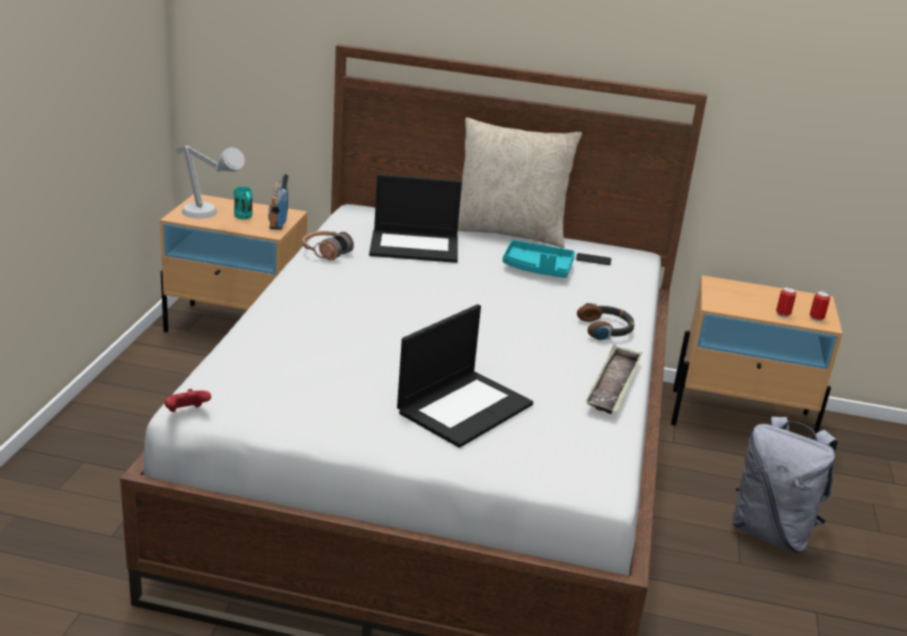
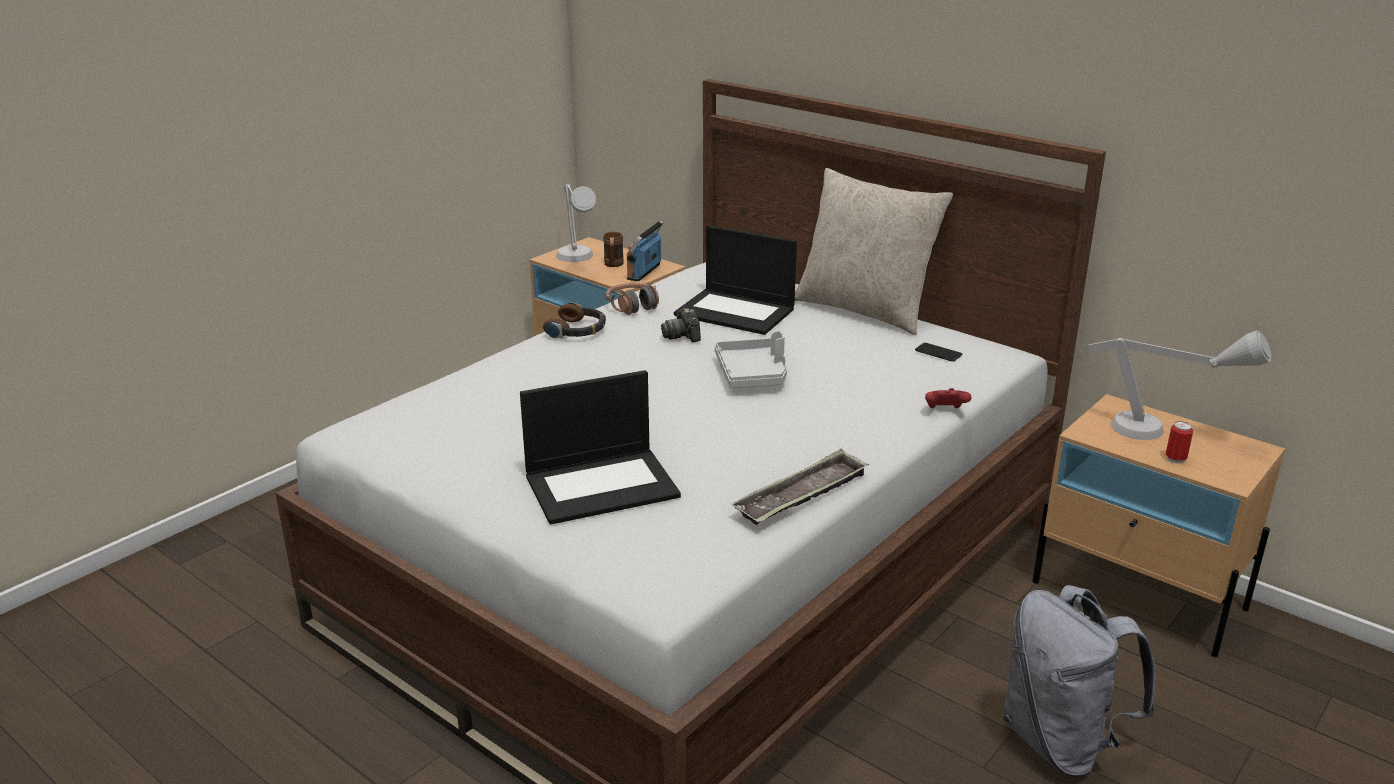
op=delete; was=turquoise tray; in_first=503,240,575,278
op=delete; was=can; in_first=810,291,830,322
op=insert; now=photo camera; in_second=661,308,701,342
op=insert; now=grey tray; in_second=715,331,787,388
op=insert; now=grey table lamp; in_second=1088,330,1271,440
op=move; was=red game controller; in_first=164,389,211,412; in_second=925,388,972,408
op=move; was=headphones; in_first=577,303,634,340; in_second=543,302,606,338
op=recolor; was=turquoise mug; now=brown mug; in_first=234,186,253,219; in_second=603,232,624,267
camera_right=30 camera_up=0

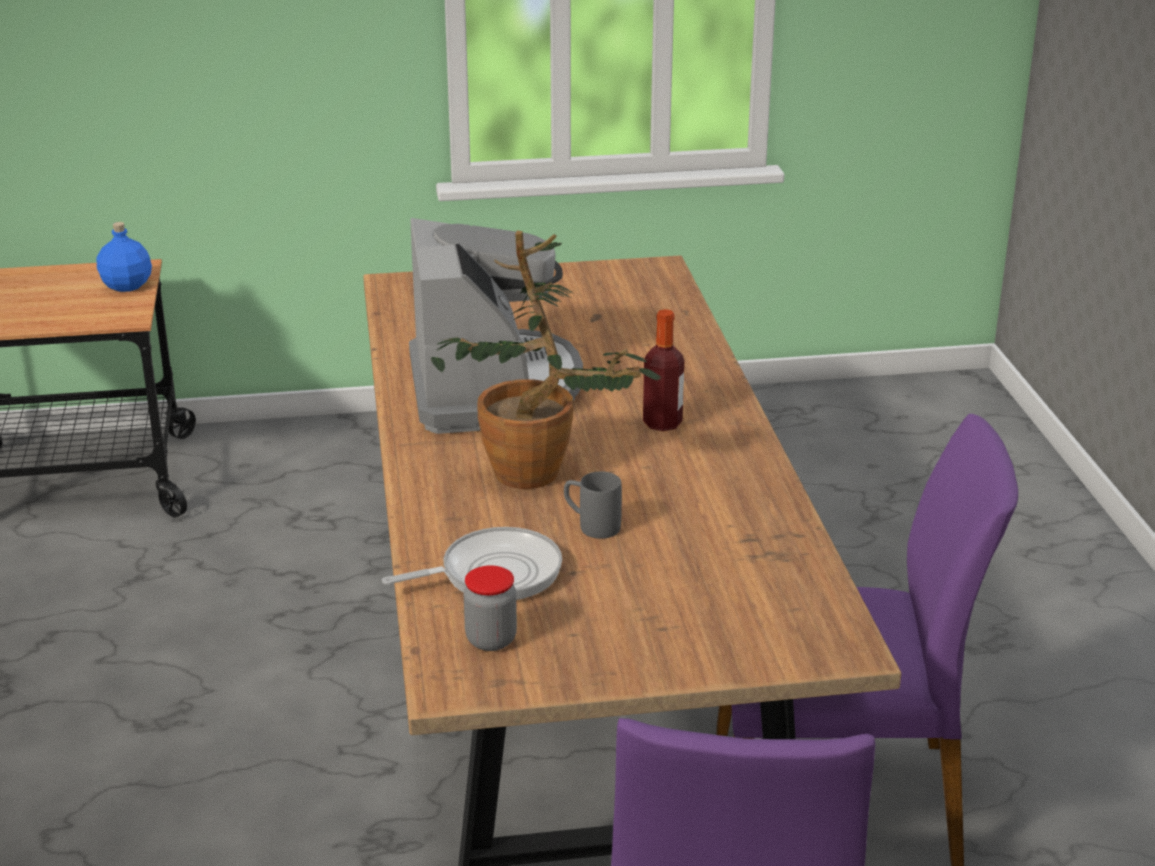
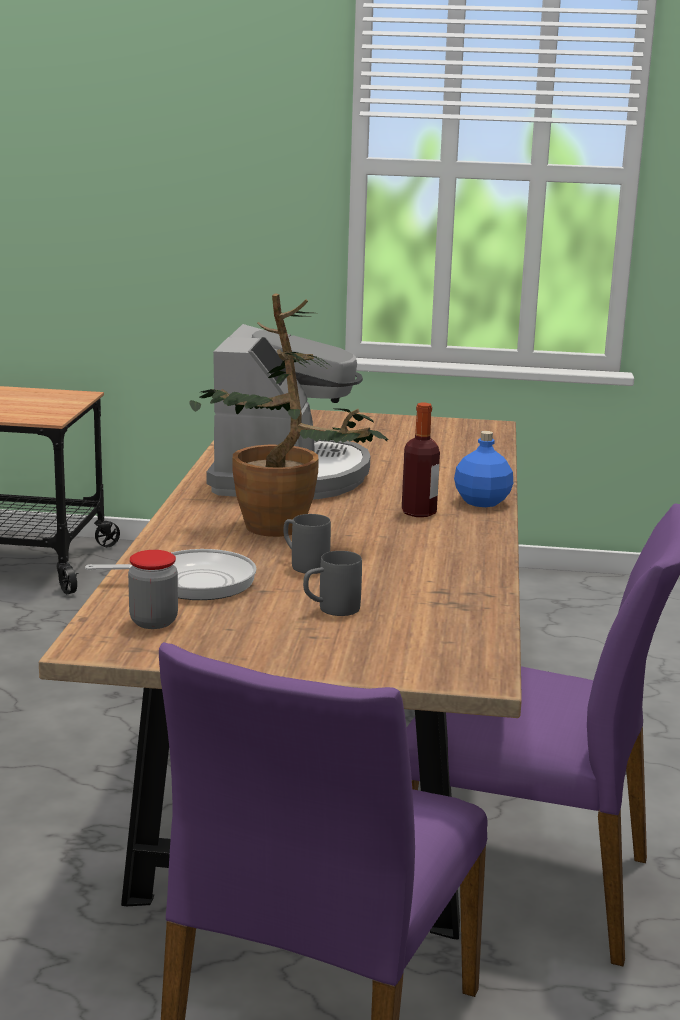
op=insert; now=grey mug; in_second=303,551,362,616
op=move; was=blue bottle; in_first=97,222,152,292; in_second=454,431,513,507
camera_right=15 camera_up=-10

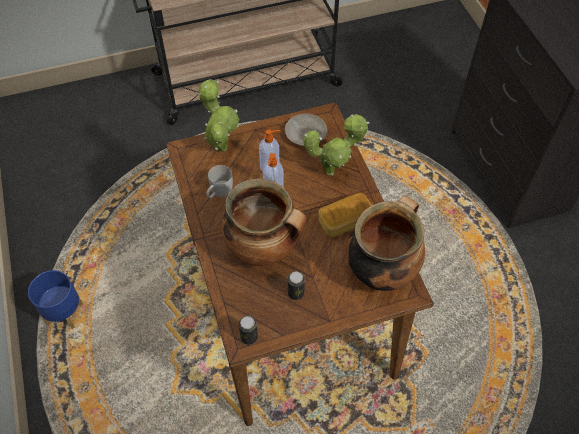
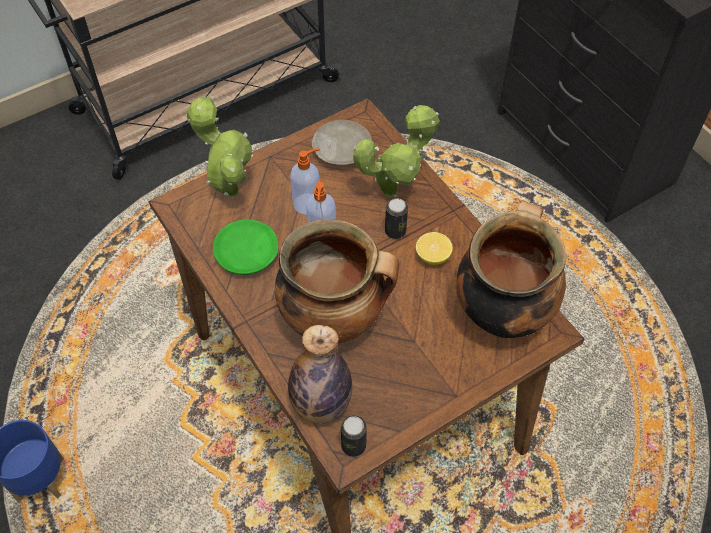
op=insert; now=bottle; in_second=288,325,352,424
op=move; was=can; in_first=288,271,305,300; in_second=385,199,408,239
op=replace; was=white mug; now=green plate; in_first=206,165,233,198; in_second=213,219,278,275
op=replace; was=bread; now=lemon; in_first=318,193,372,237; in_second=416,232,453,265
camera_right=-15 camera_up=0

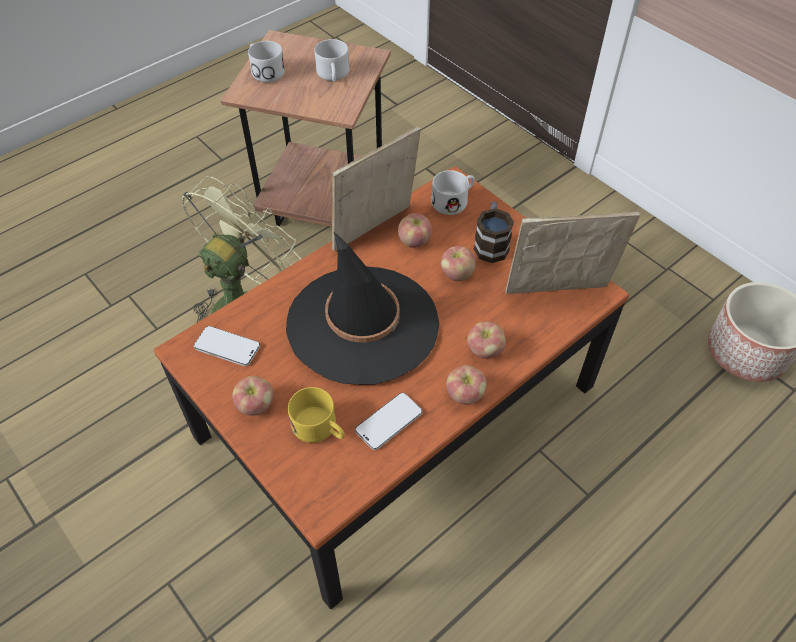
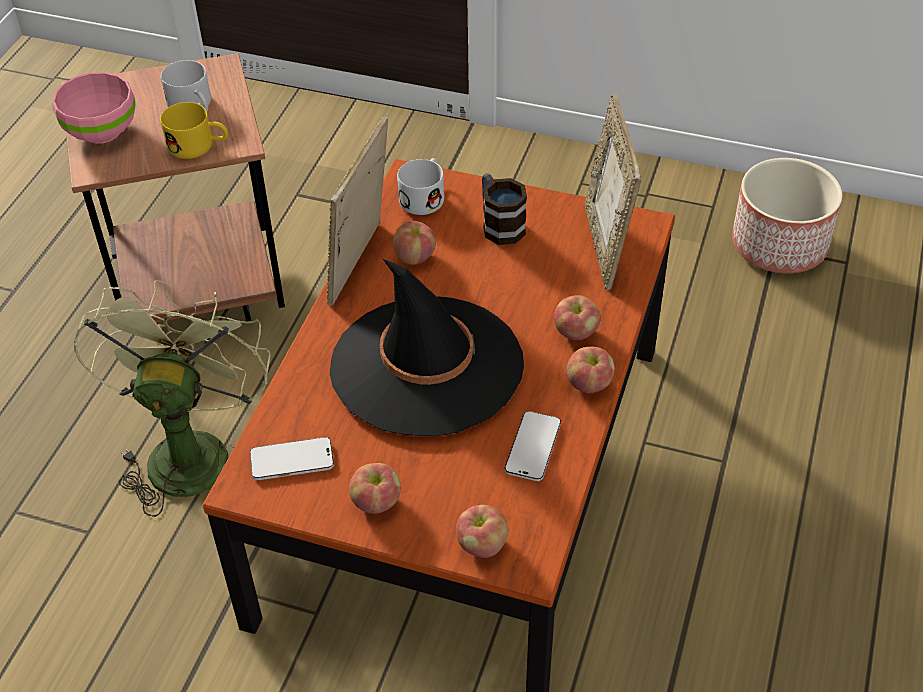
op=move; was=yellow mug; in_first=288,387,345,443; in_second=160,102,228,159
op=move; was=apple; in_first=441,246,476,282; in_second=456,505,509,558
op=replace; was=white mug; now=pink bowl; in_first=248,41,285,82; in_second=52,72,136,144
op=rotate; was=picture frame; in_first=505,212,640,294; in_second=585,93,641,290; clockwise=-60
camera_right=-30 camera_up=-5

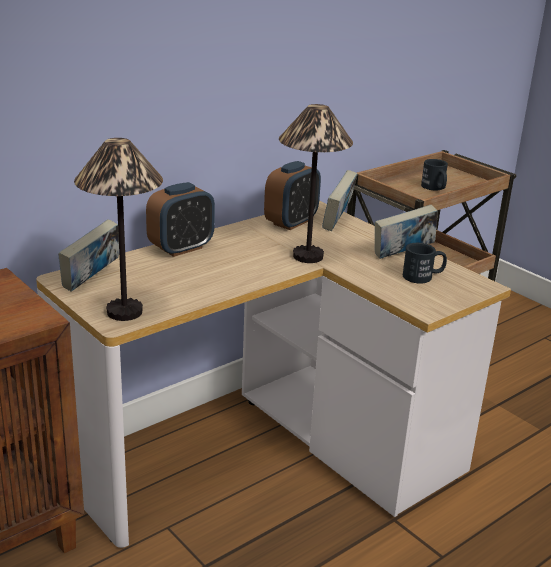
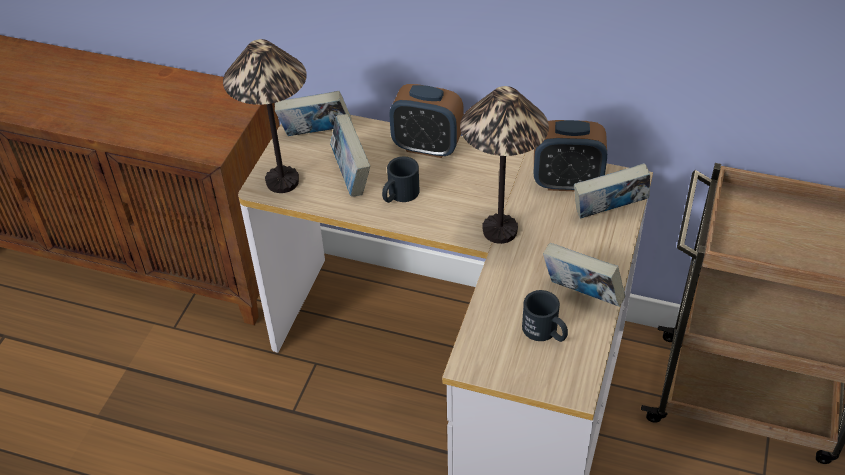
op=insert; now=book; in_second=330,114,370,197
op=move; was=black mug; in_first=421,159,448,191; in_second=382,157,420,203
camera_right=60 camera_up=20

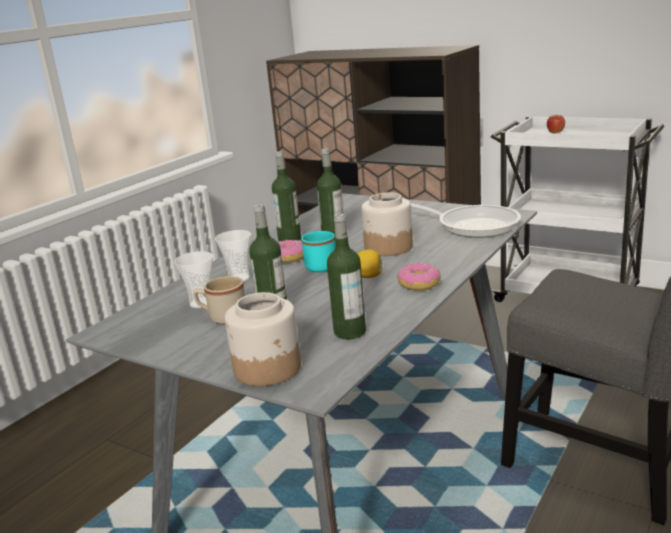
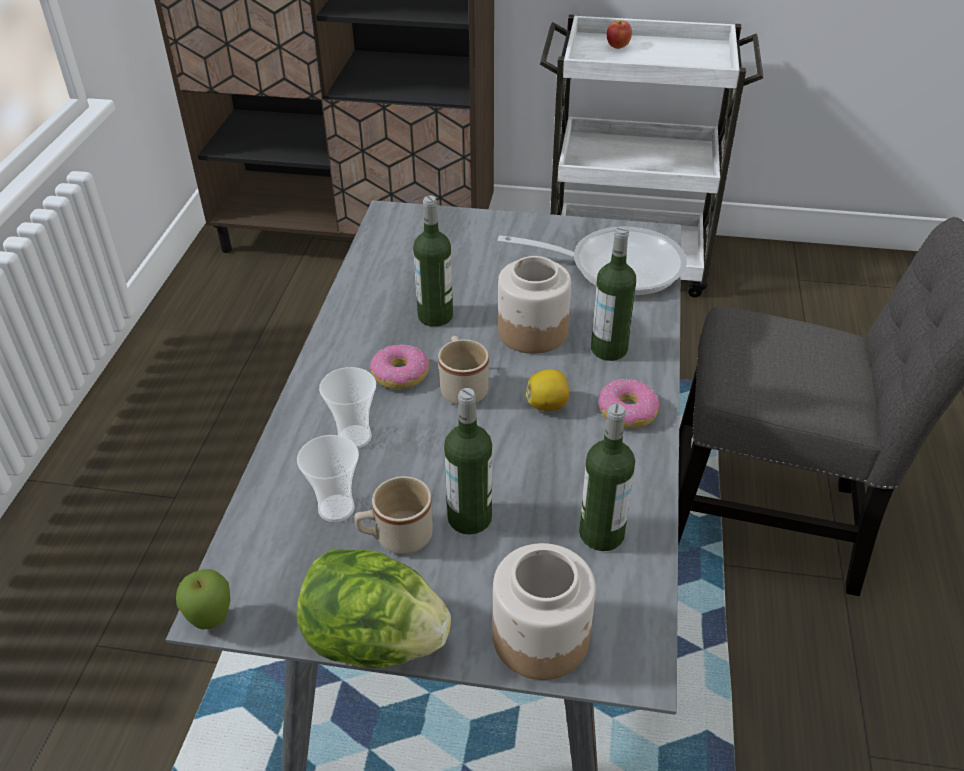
op=insert; now=apple; in_second=176,569,231,630
op=insert; now=lettuce; in_second=296,548,451,668
op=move; was=bottle; in_first=272,151,301,242; in_second=591,226,636,361
op=recolor; was=turquoise mug; now=beige mug; in_first=301,231,336,272; in_second=438,336,489,405
camera_right=-25 camera_up=20

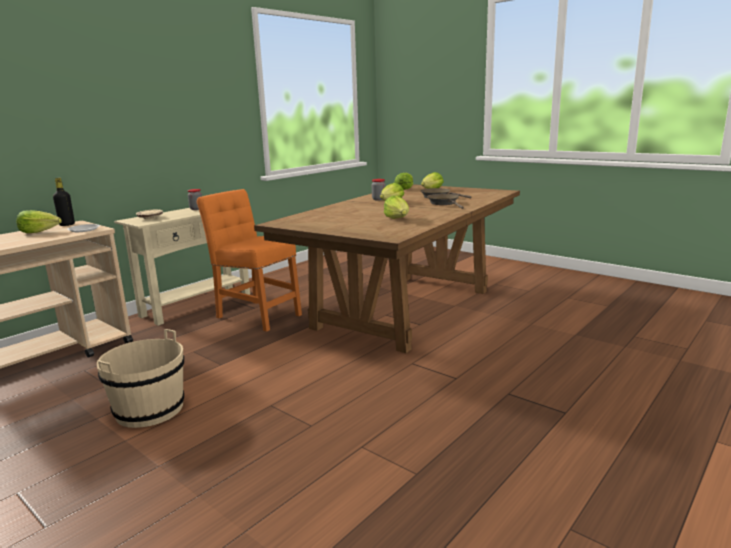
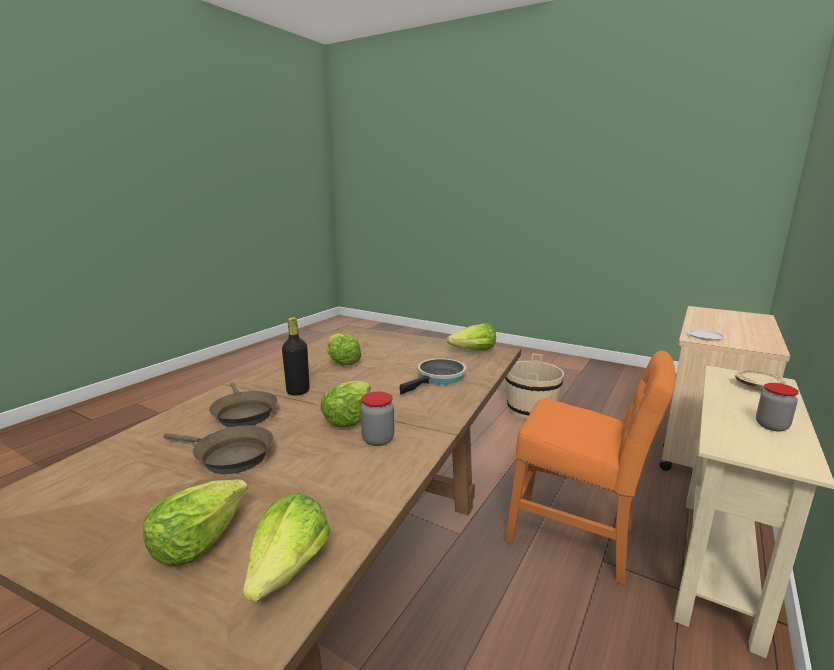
op=insert; now=frying pan; in_second=400,358,466,394
op=move; was=lettuce; in_first=16,210,62,233; in_second=447,323,496,351
op=move; was=black bottle; in_first=53,178,75,226; in_second=282,317,310,396
camera_right=170 camera_up=0

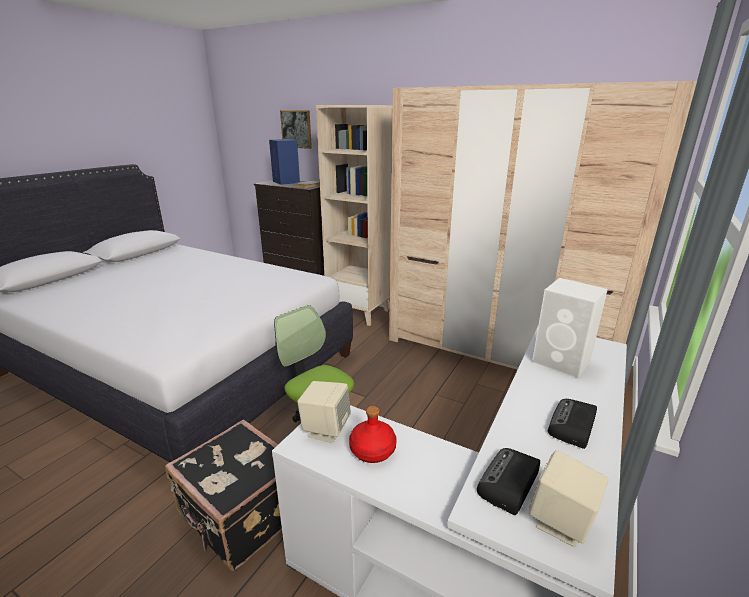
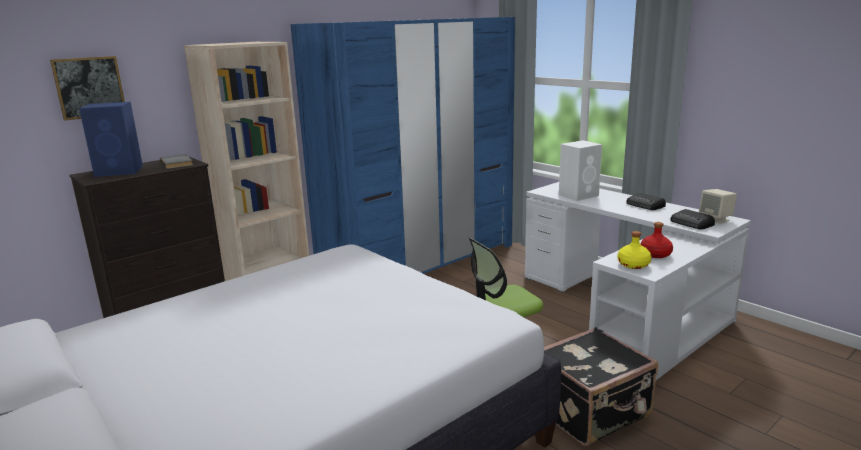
op=replace; was=beige speaker; now=yellow bottle; in_first=297,381,351,443; in_second=617,231,652,269
op=recolor; was=beige wardrobe; now=blue wardrobe; in_first=389,81,697,370; in_second=290,17,515,274
camera_right=-70 camera_up=-5

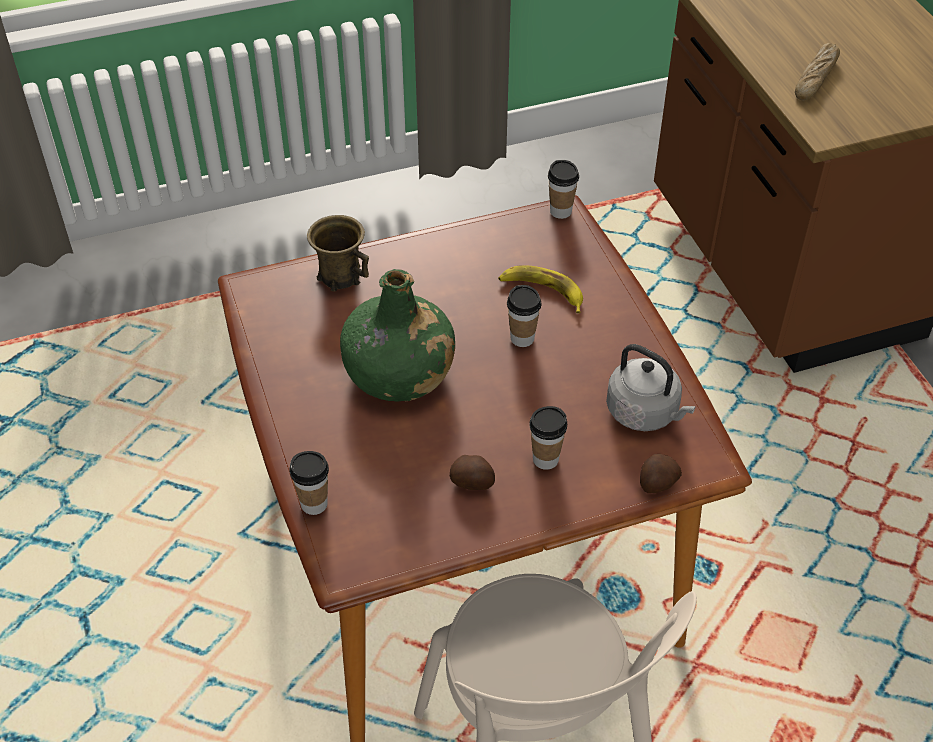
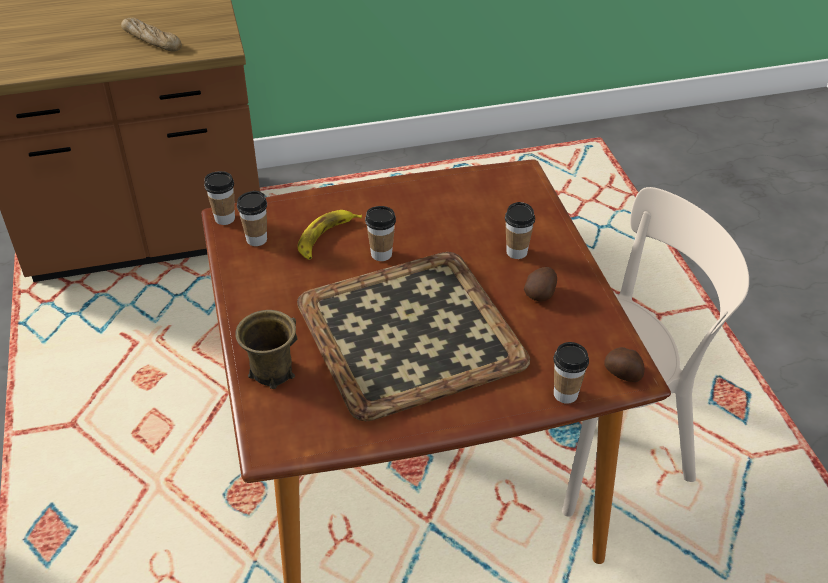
op=delete; was=grey kettle; in_first=606,344,696,431
op=insert; now=cup; in_second=237,191,267,246
op=move; was=potato; in_first=640,454,682,493; in_second=604,347,645,382
op=replace; was=green bottle; now=tray; in_first=340,269,455,402; in_second=297,252,530,422
camera_right=-85 camera_up=-5

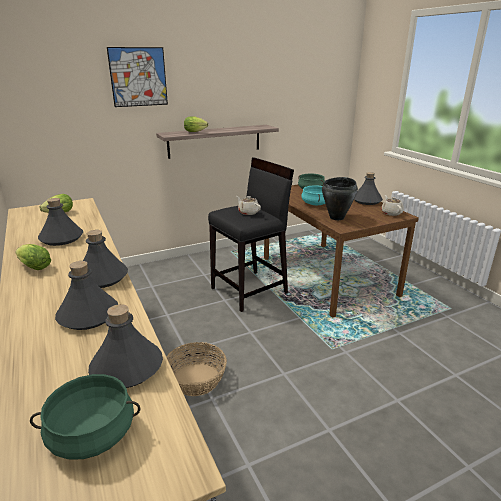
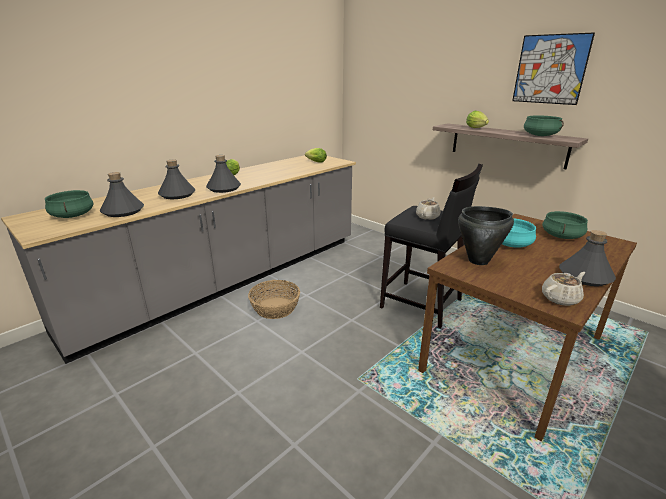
op=delete; was=grey bottle; in_first=38,198,83,246
op=insert; now=green cooking pot; in_second=524,116,564,136
op=move; was=picture; in_first=107,47,168,107; in_second=512,32,595,105
camera_right=70 camera_up=0

